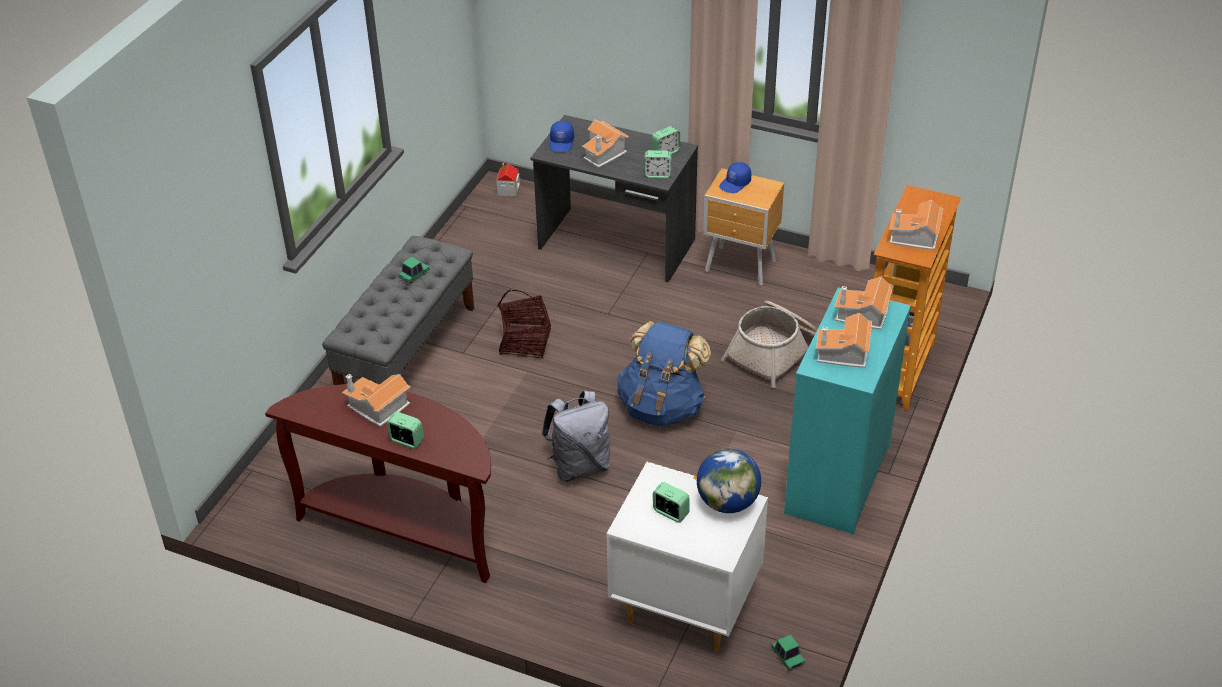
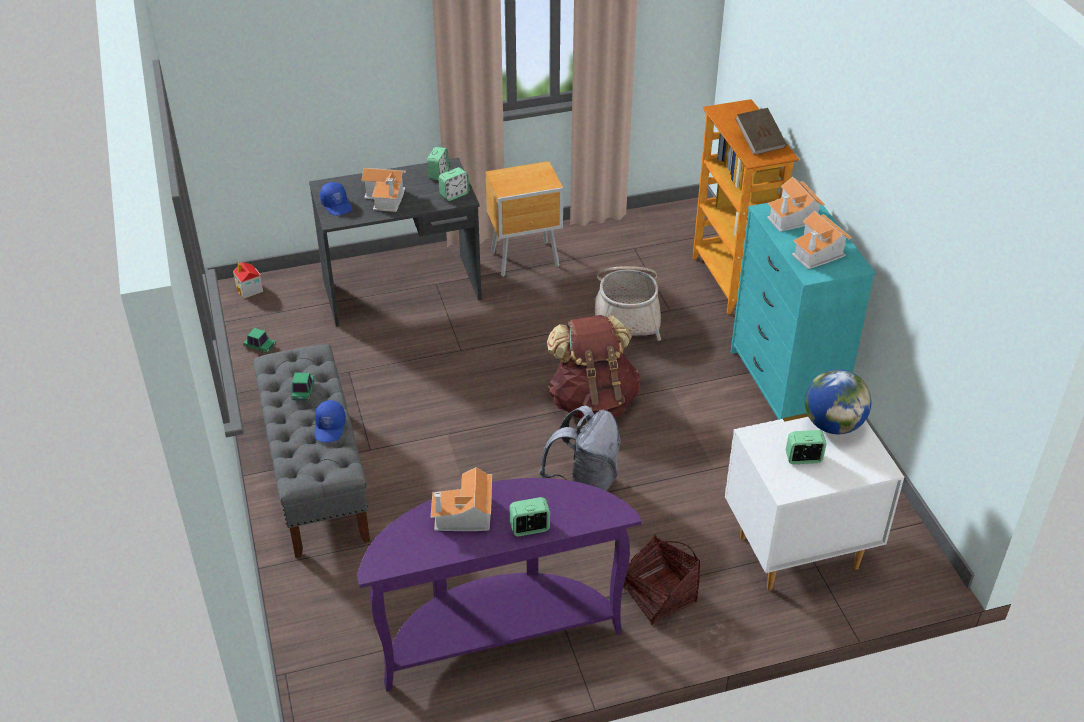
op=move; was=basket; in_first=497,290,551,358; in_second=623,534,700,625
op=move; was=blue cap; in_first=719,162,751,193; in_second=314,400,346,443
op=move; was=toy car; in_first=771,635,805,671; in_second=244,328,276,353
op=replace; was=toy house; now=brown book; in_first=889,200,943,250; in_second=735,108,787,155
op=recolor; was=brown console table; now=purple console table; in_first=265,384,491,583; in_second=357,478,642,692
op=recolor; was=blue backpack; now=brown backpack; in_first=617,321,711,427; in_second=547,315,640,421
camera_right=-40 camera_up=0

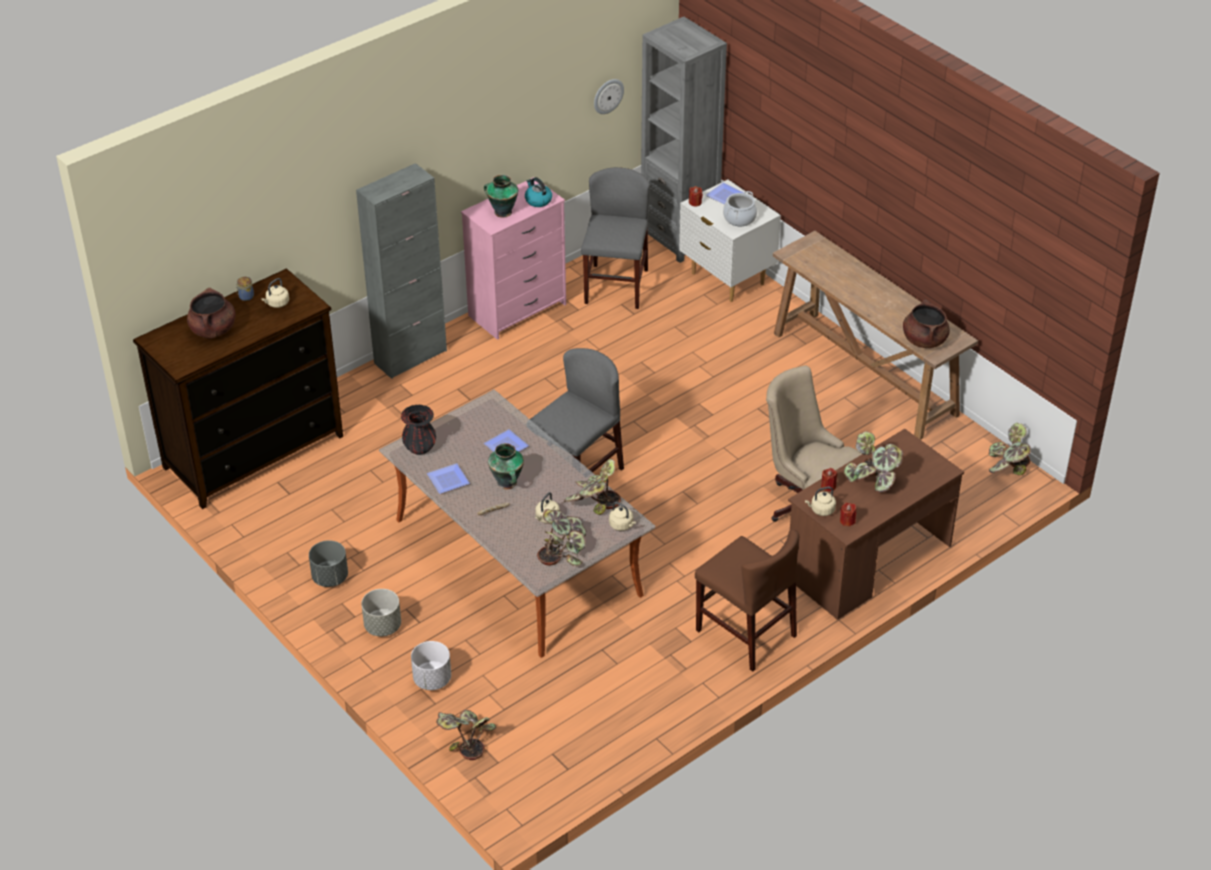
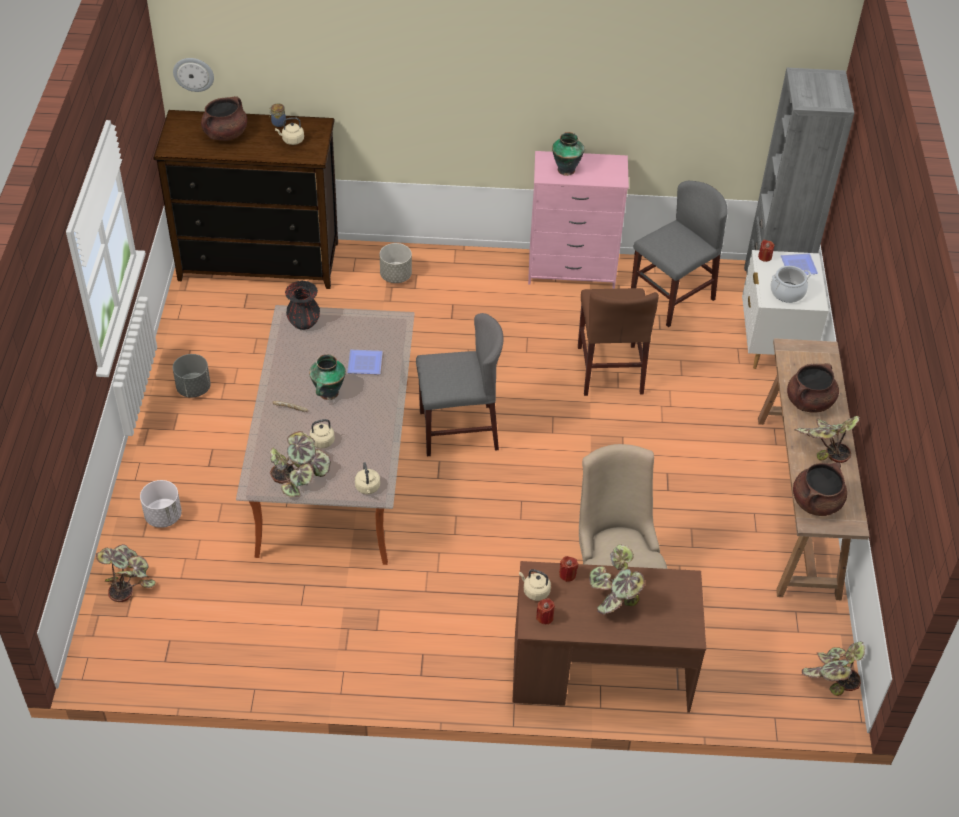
op=delete; was=grey cabinet; in_first=356,163,447,379
op=delete; was=plate; in_first=427,463,470,494
op=delete; was=kettle; in_first=525,177,552,207
op=insert; now=brown cooking pot; in_second=787,363,839,413
op=move; was=grey planter; in_first=361,589,401,636; in_second=380,243,412,283
op=move; was=potted plant; in_first=564,459,621,515; in_second=794,416,860,463
op=move; was=wall clock; in_first=594,79,624,114; in_second=173,58,214,92
op=move; was=brown chair; in_first=695,529,799,672; in_second=578,288,659,396
camera_right=40 camera_up=5

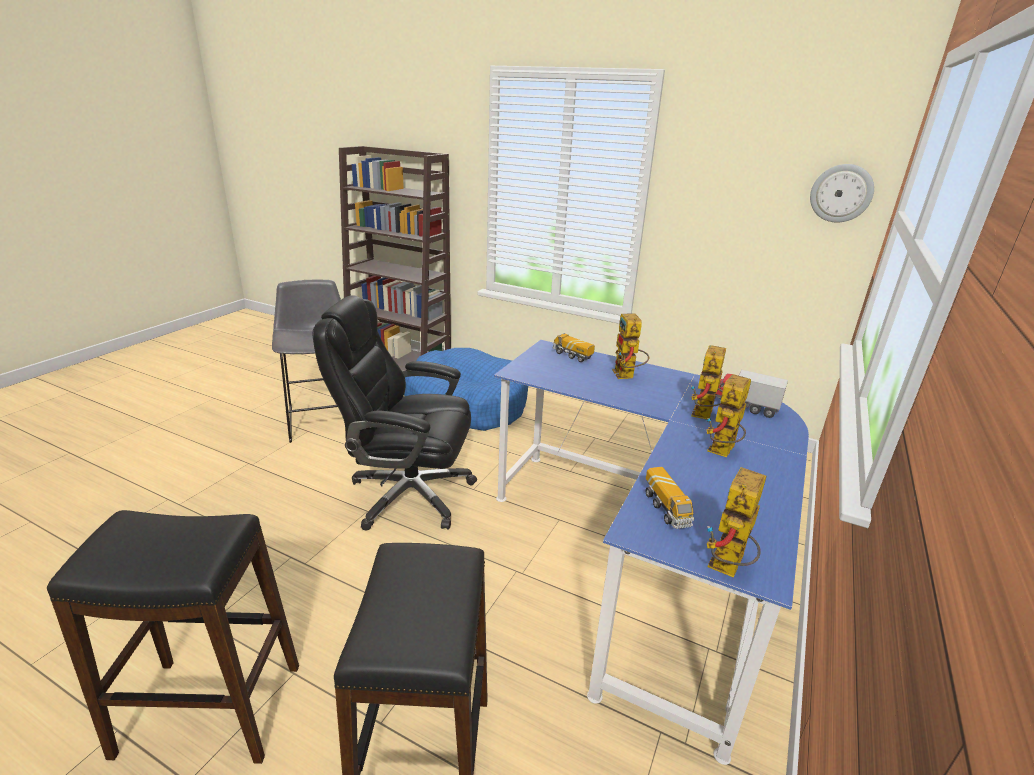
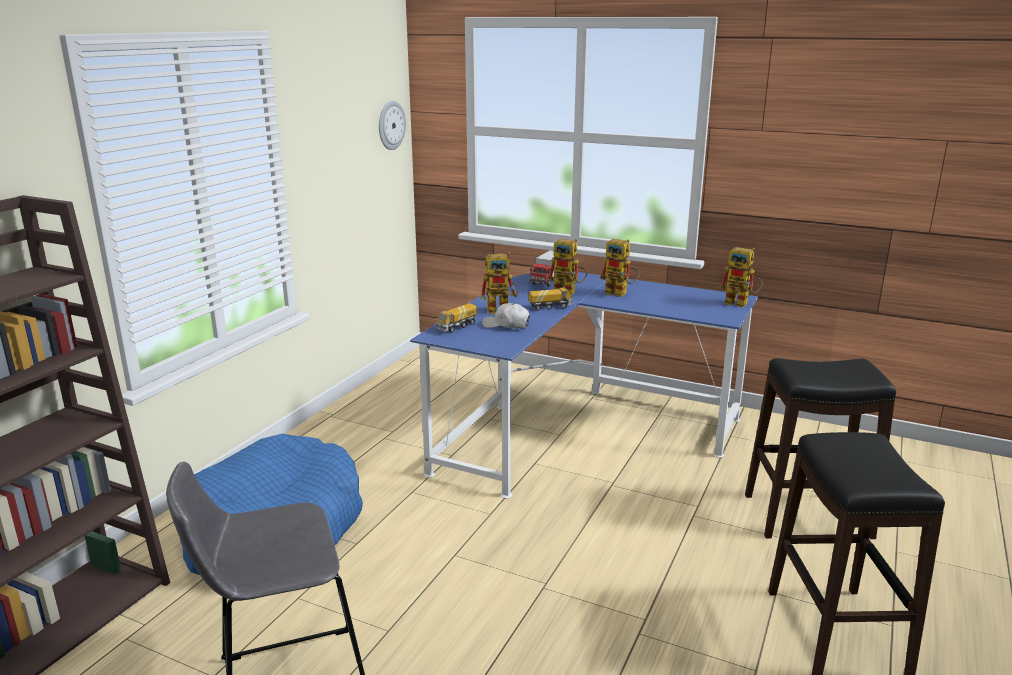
op=delete; was=black office chair; in_first=313,296,477,530
op=insert; now=white cap; in_second=482,303,530,329
op=move; was=toy truck; in_first=645,467,694,529; in_second=529,287,573,311
camera_right=-90 camera_up=-5

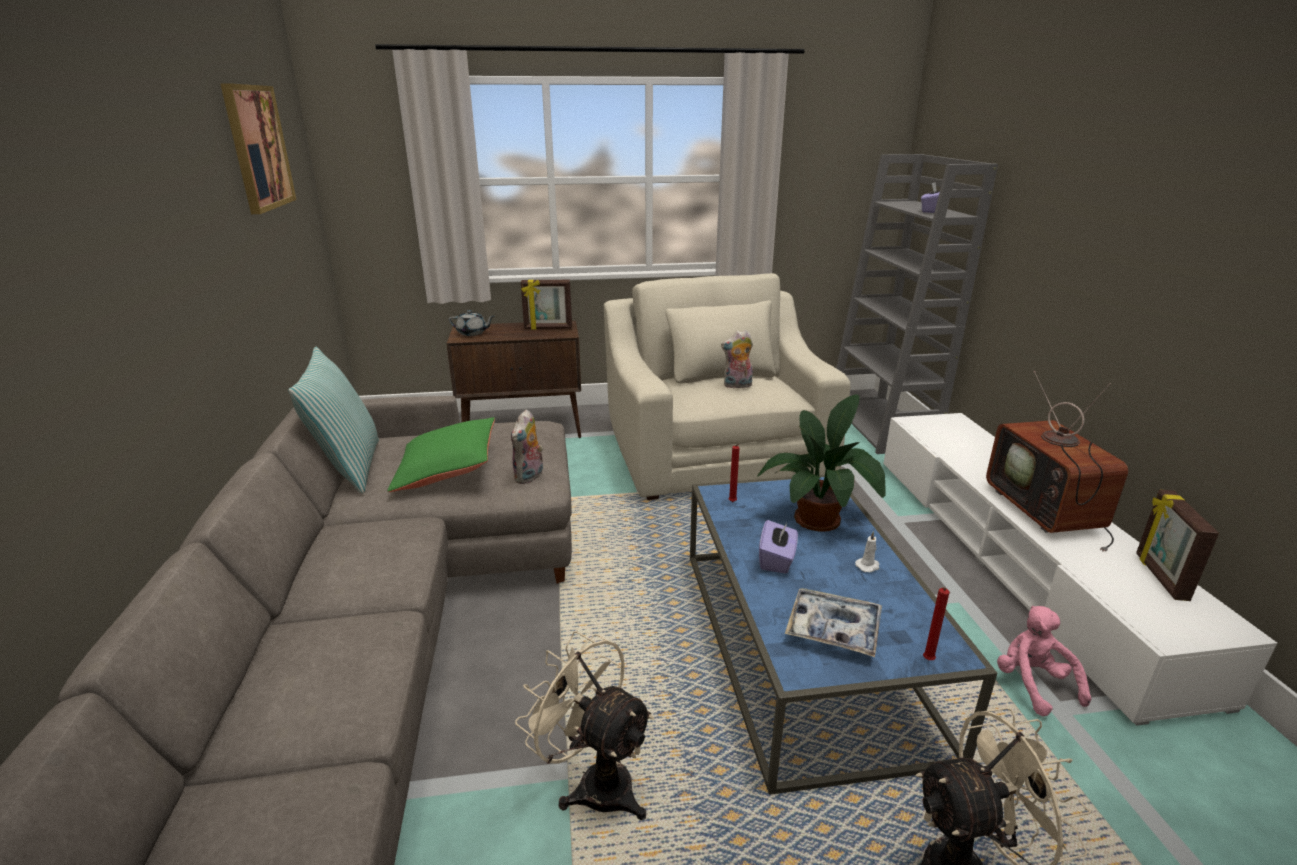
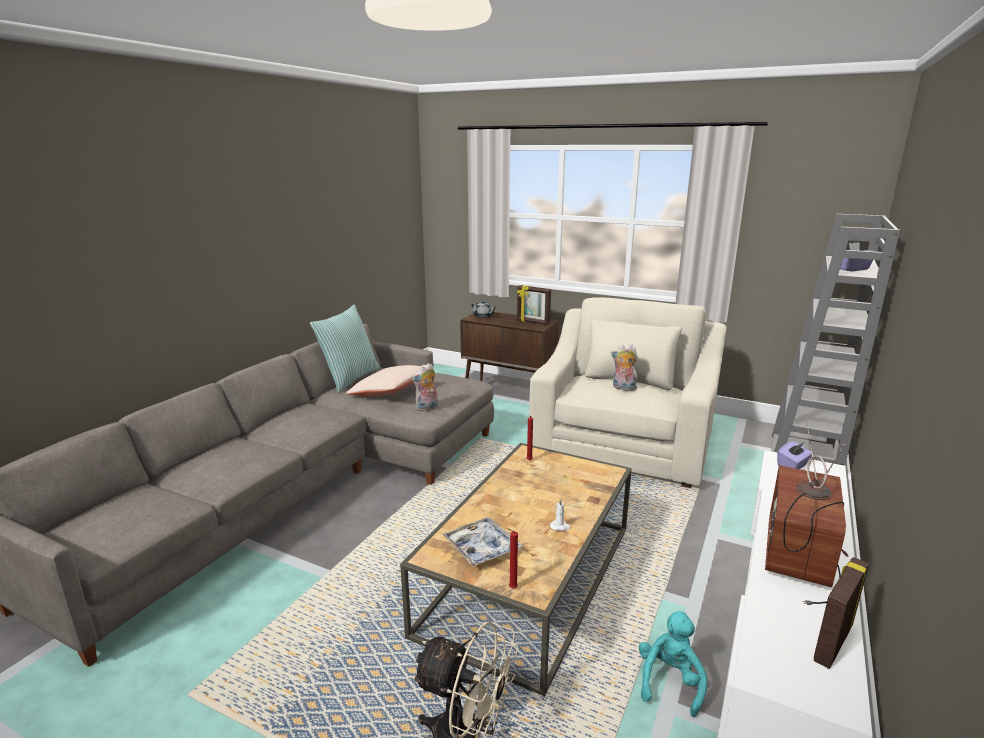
op=delete; was=picture; in_first=220,83,297,214
op=delete; was=beige fan; in_first=515,631,654,820
op=delete; was=potted plant; in_first=757,394,886,532
op=move; was=purple tissue box; in_first=759,520,798,574; in_second=777,442,812,469
op=recolor; was=green pillow; now=beige pillow; in_first=388,417,495,492; in_second=346,365,421,397
op=recolor; was=blue coffee table; now=brown coffee table; in_first=690,475,997,795; in_second=400,443,632,696
op=recolor; was=pink plush toy; now=turquoise plush toy; in_first=997,606,1091,716; in_second=639,611,707,717
camera_right=35 camera_up=-5

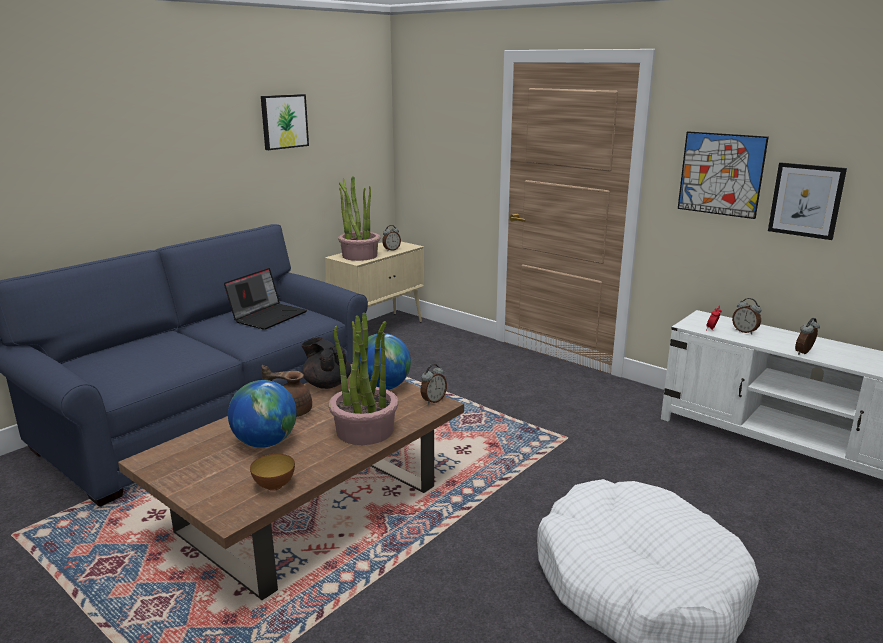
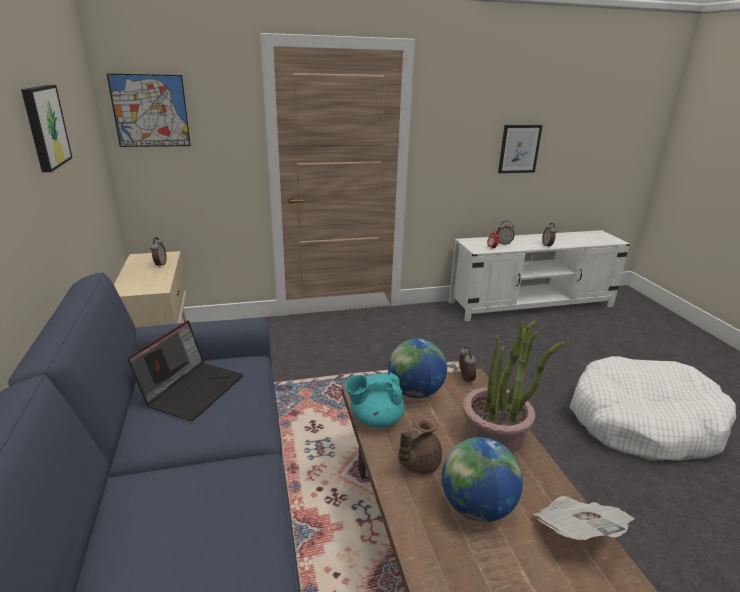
op=delete; was=potted plant; in_first=338,176,380,261
op=move; was=picture; in_first=678,131,769,219; in_second=107,73,191,147
op=replace; was=bowl; now=newspaper; in_first=250,454,295,491; in_second=533,496,635,540
op=recolor; was=black teapot; now=turquoise teapot; in_first=301,337,351,389; in_second=345,373,405,428
op=rotate; was=laptop; in_first=224,268,307,330; in_second=127,321,243,421; clockwise=45
camera_right=-55 camera_up=5

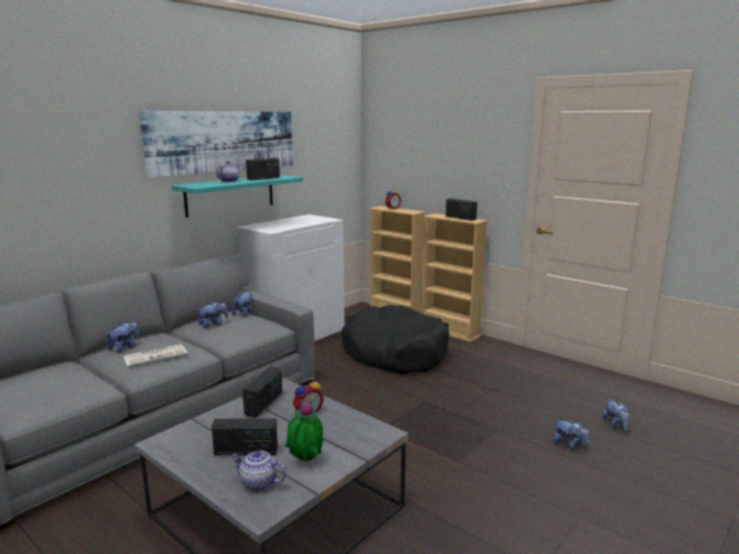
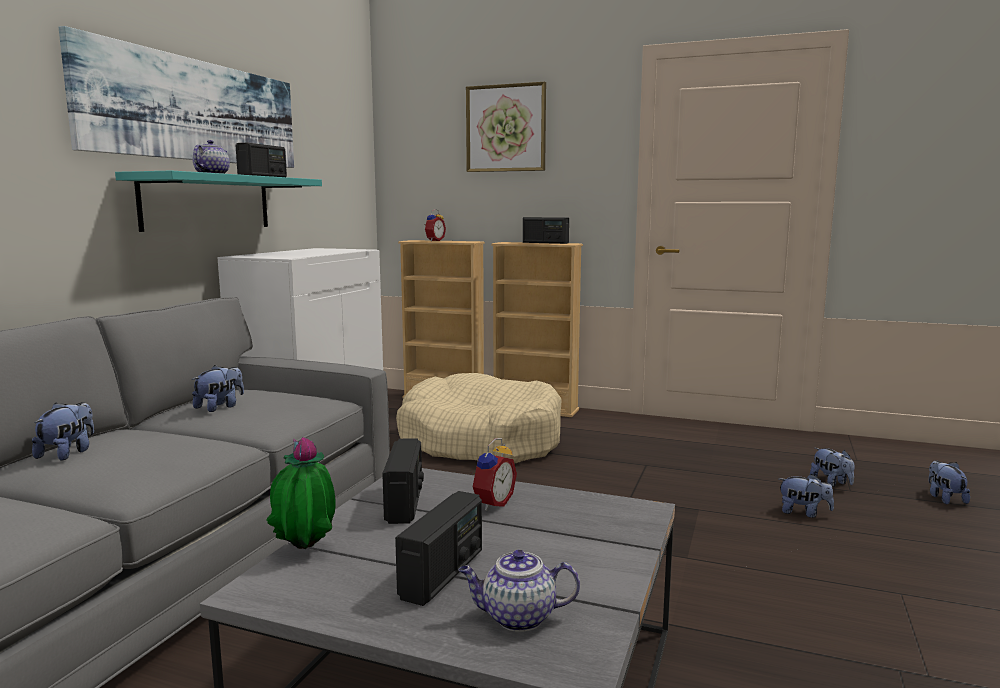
op=delete; was=newspaper; in_first=124,344,188,367
op=insert; now=picture; in_second=466,82,546,172
op=move; was=plush toy; in_first=232,292,252,317; in_second=929,460,970,504
op=move; was=potted plant; in_first=285,401,324,462; in_second=266,437,336,549
op=recolor; was=black dog bed; now=beige dog bed; in_first=341,305,449,374; in_second=396,373,562,464
op=rotate; was=radio; in_first=211,418,278,455; in_second=395,491,482,606; clockwise=-45
camera_right=-20 camera_up=-5

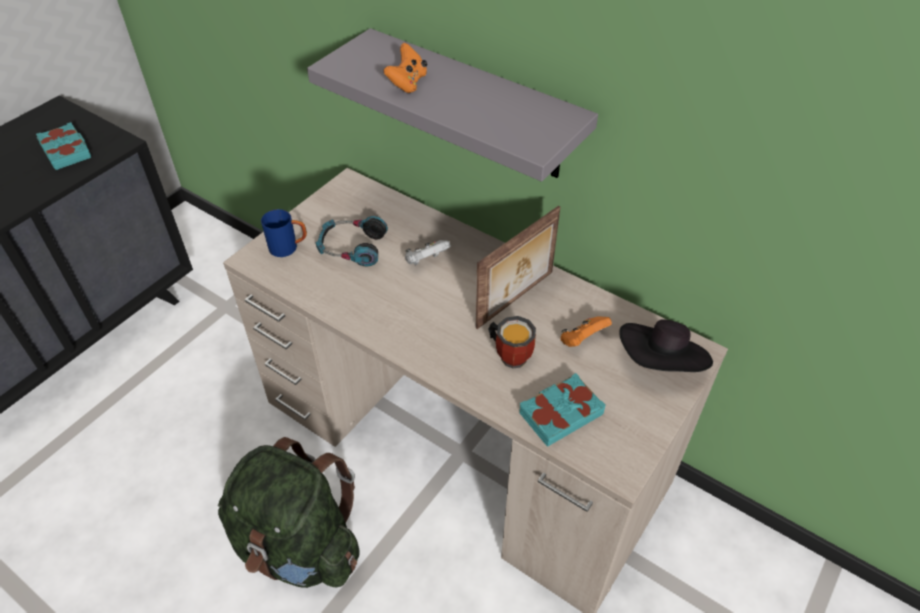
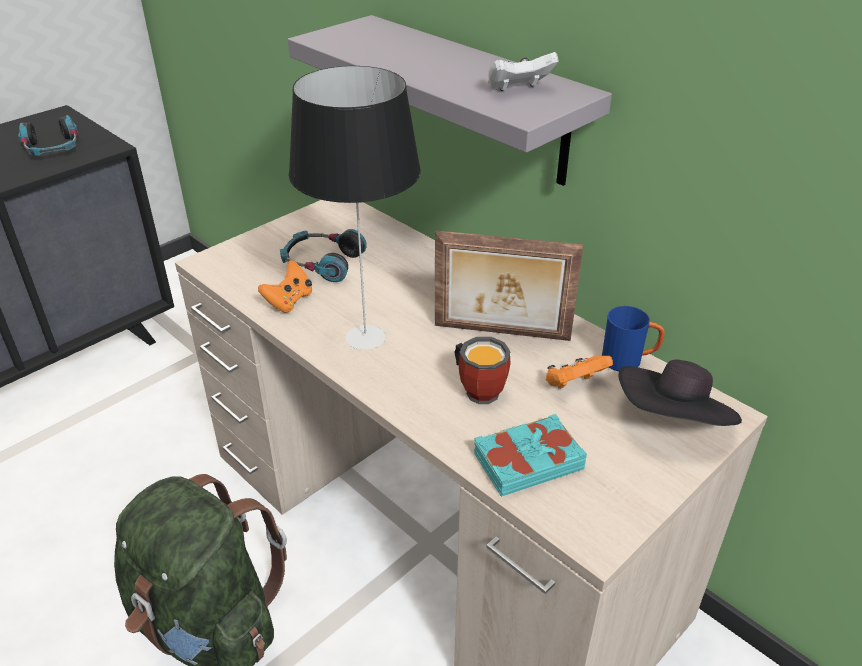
op=insert; now=table lamp; in_second=289,66,421,350
op=move; was=blue mug; in_first=261,209,307,257; in_second=602,306,665,371
op=move; was=orange game controller; in_first=384,43,427,93; in_second=258,260,312,313
op=move; was=white game controller; in_first=405,240,451,265; in_second=488,52,558,91
op=replace; was=turquoise book; now=headphones; in_first=36,122,91,170; in_second=18,115,78,156
op=rotate; was=picture frame; in_first=476,206,560,329; in_second=435,230,584,341; clockwise=45
camera_right=10 camera_up=-10

